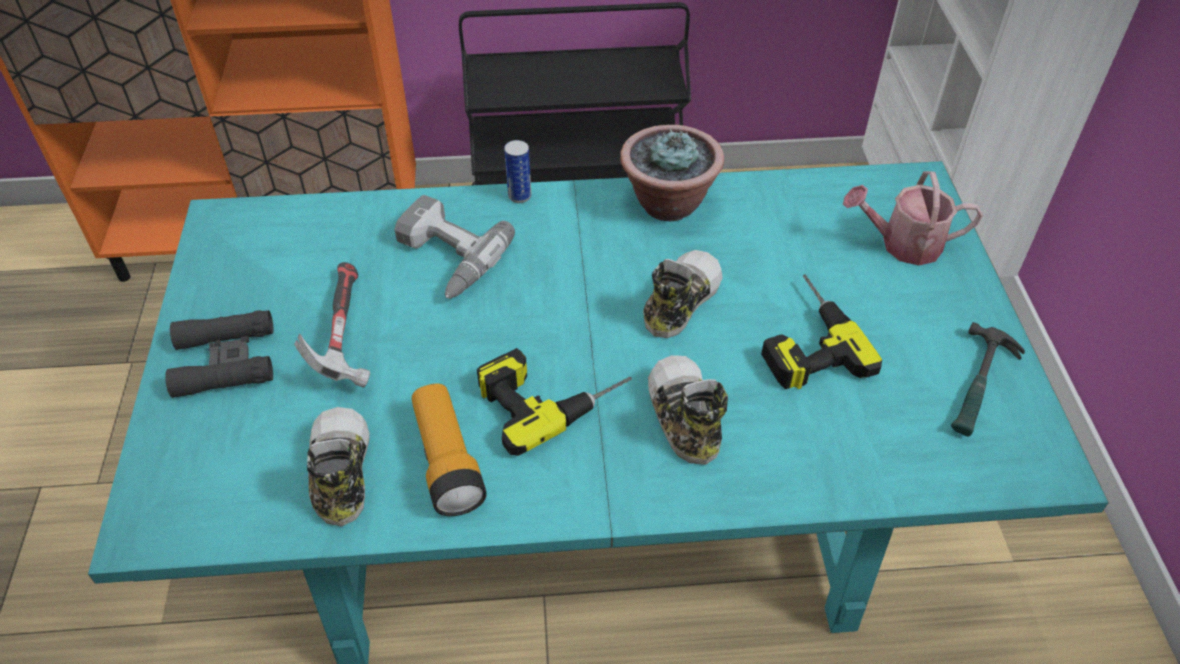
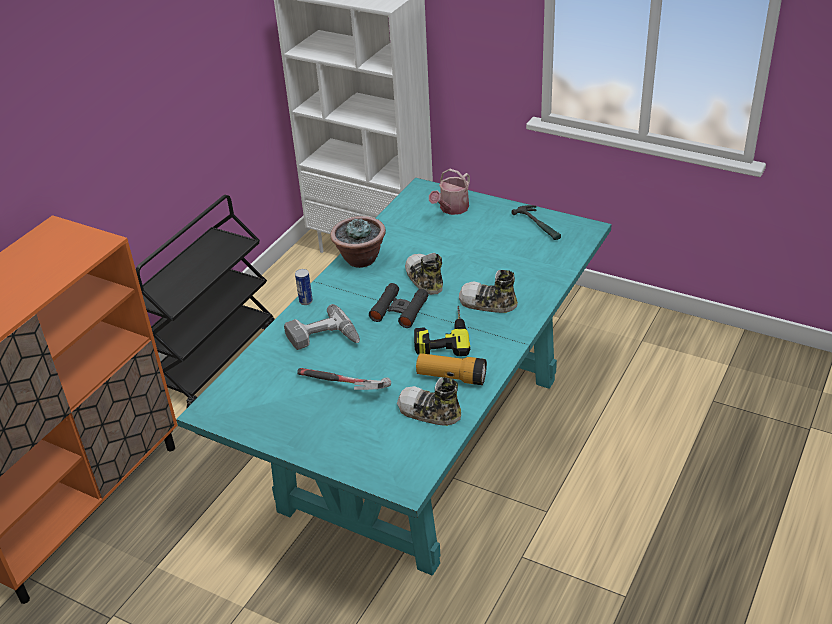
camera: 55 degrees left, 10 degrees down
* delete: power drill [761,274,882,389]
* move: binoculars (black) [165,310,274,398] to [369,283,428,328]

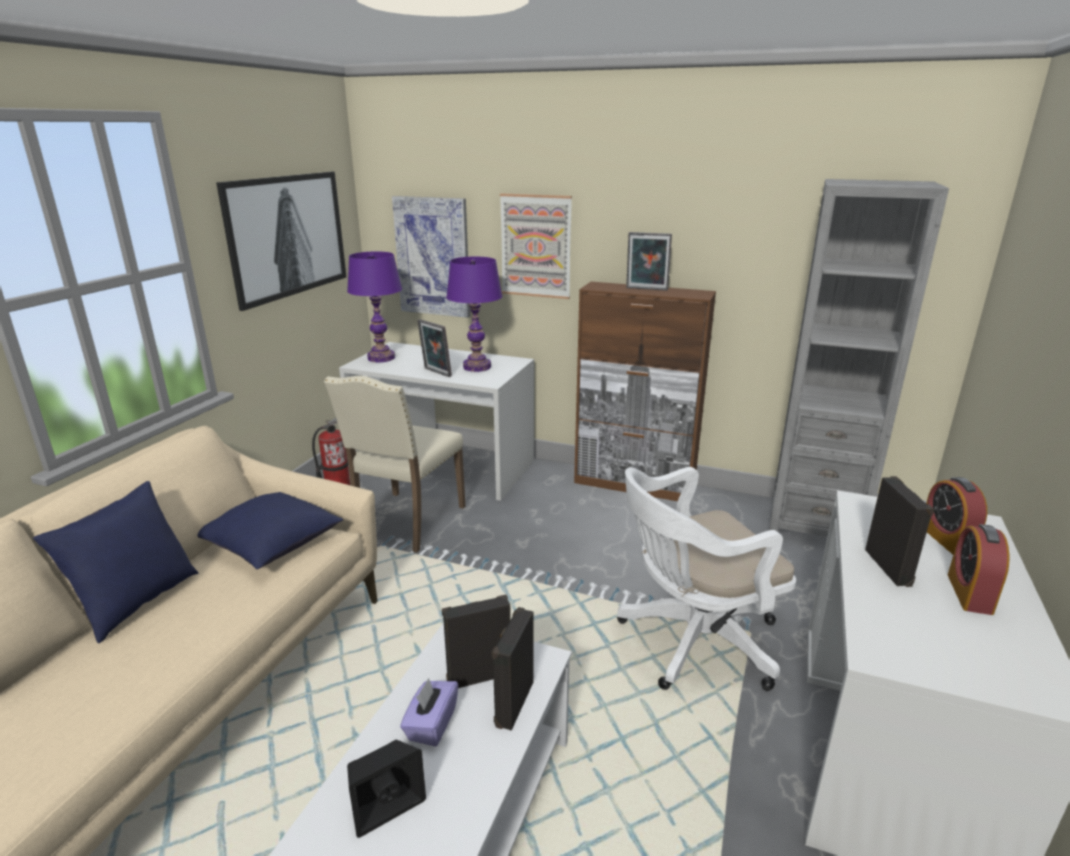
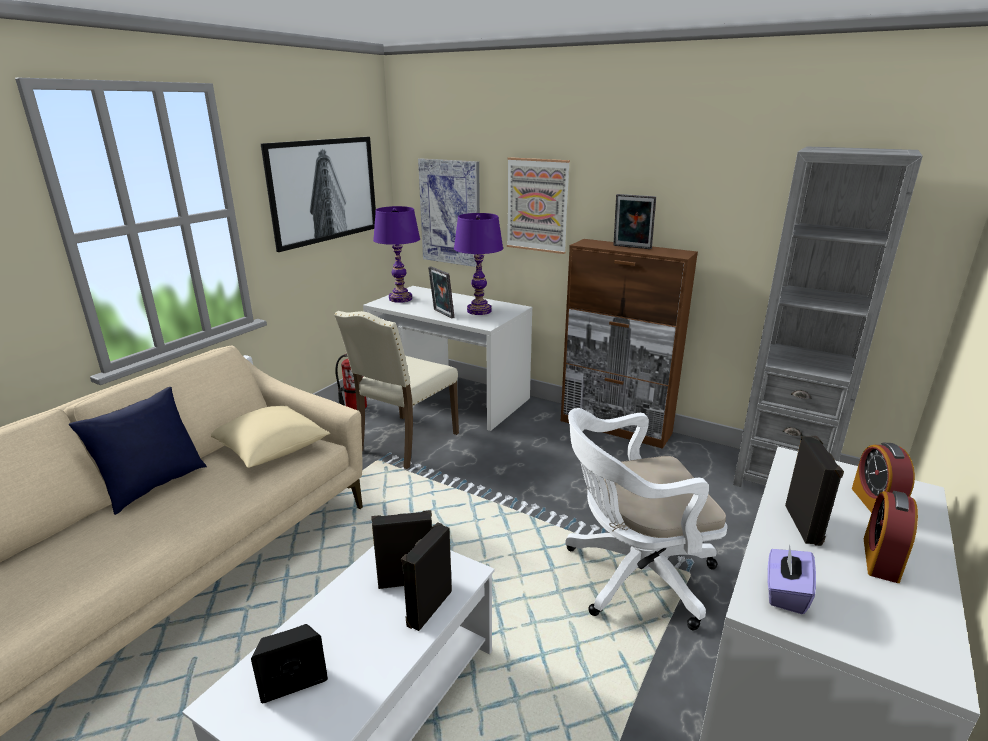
camera: 10 degrees right, 0 degrees up
* recolor: pillow (blue) [197,492,343,569] to pillow (beige) [211,406,330,468]
* move: tissue box (purple) [400,678,458,747] to [767,544,816,614]

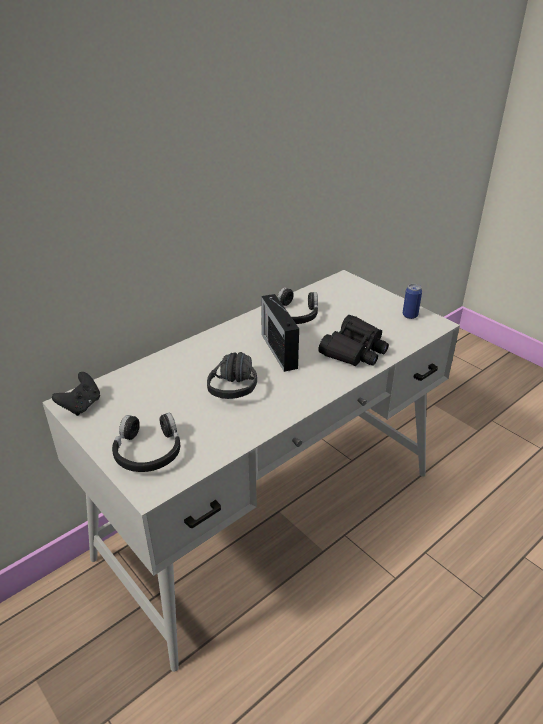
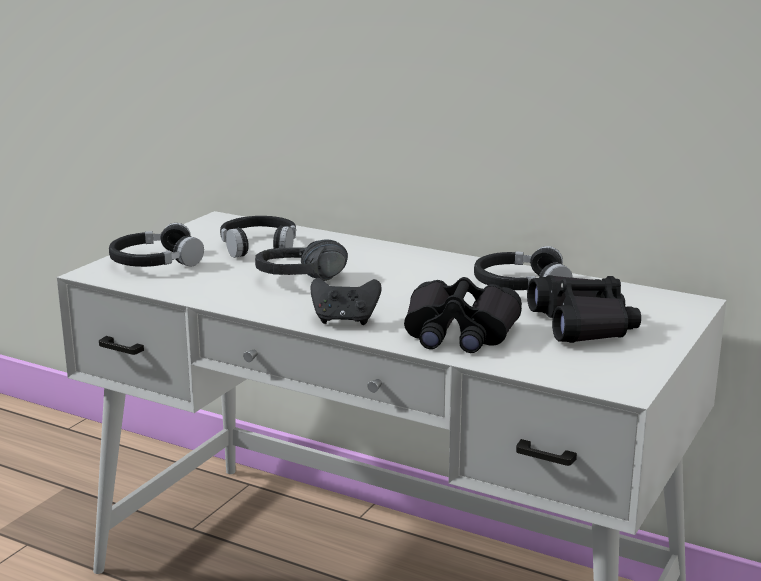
camera: 70 degrees right, 15 degrees down
* delete: can [403,284,422,319]
* delete: radio [261,294,299,372]
* move: game controller (black) [52,372,100,416] to [310,278,382,325]
* insert: headphones (black) [220,216,296,258]
* insert: binoculars (black) [527,275,641,343]

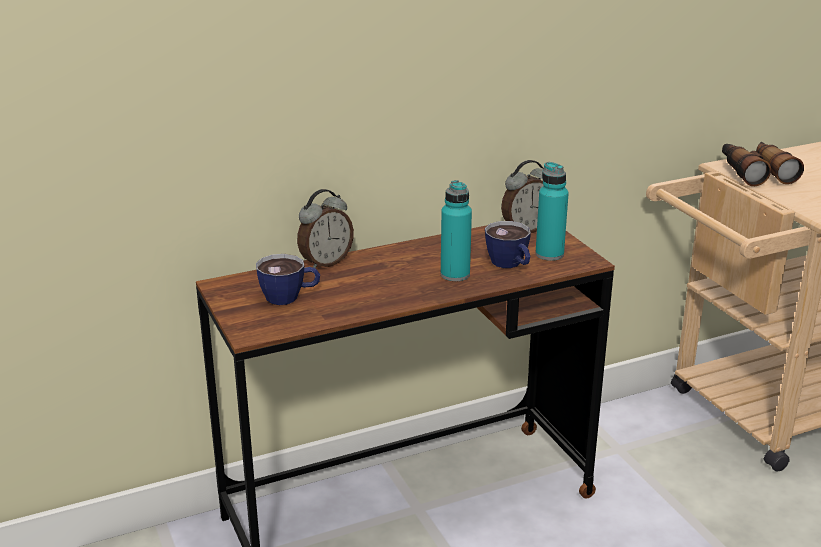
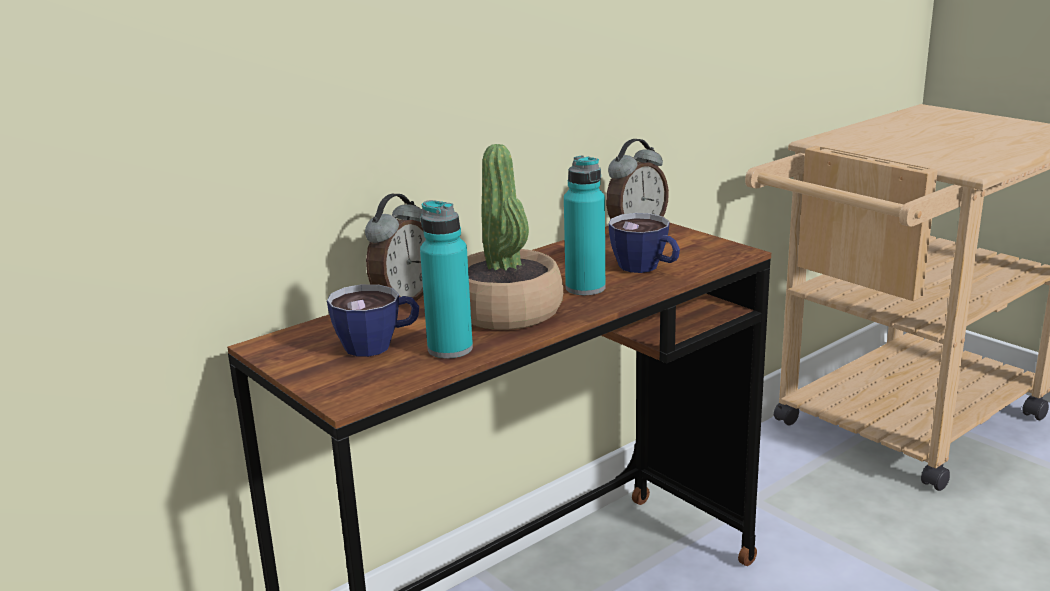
camera: 15 degrees left, 5 degrees down
* delete: binoculars [722,142,804,186]
* move: bottle (turquoise) [535,162,569,261] to [420,200,473,358]
* insert: potted plant [467,144,563,330]

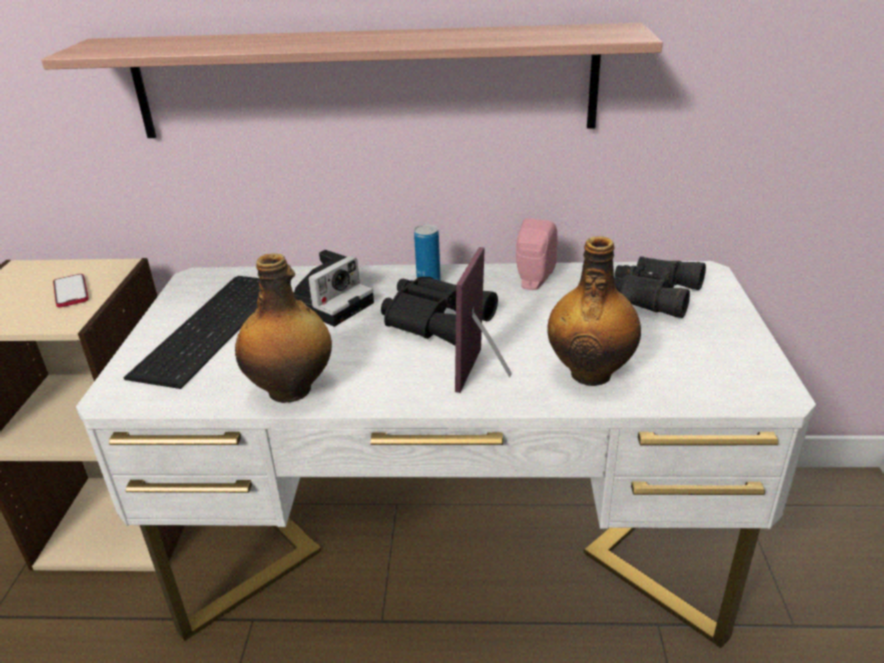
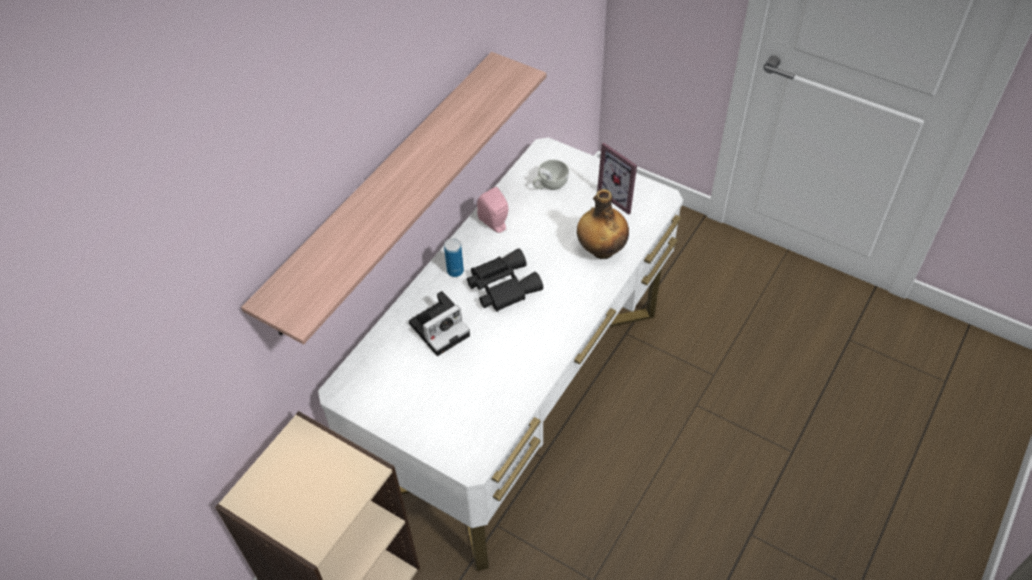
camera: 60 degrees left, 20 degrees up
* move: picture frame [455,247,512,393] to [597,143,637,215]
* rotate: photo camera [293,250,374,327] = [409,291,470,356] 75 degrees clockwise
* delete: bottle [235,253,332,403]
* replace: binoculars (black) [614,256,706,318] to cup (white) [533,160,569,190]
* delete: phone [53,274,89,307]
* delete: keyboard [124,276,260,389]

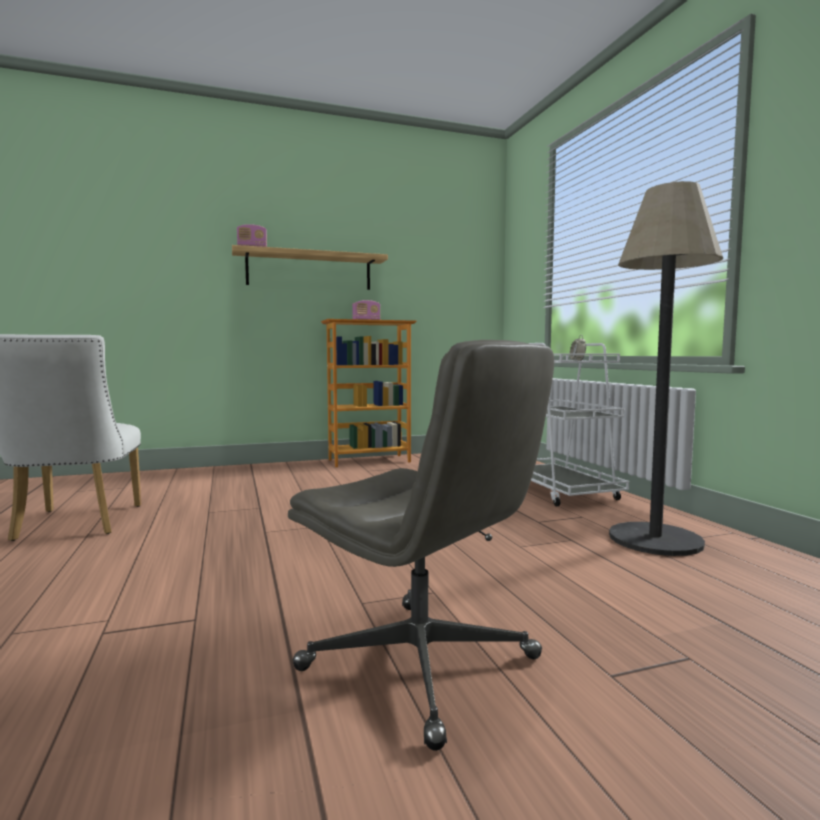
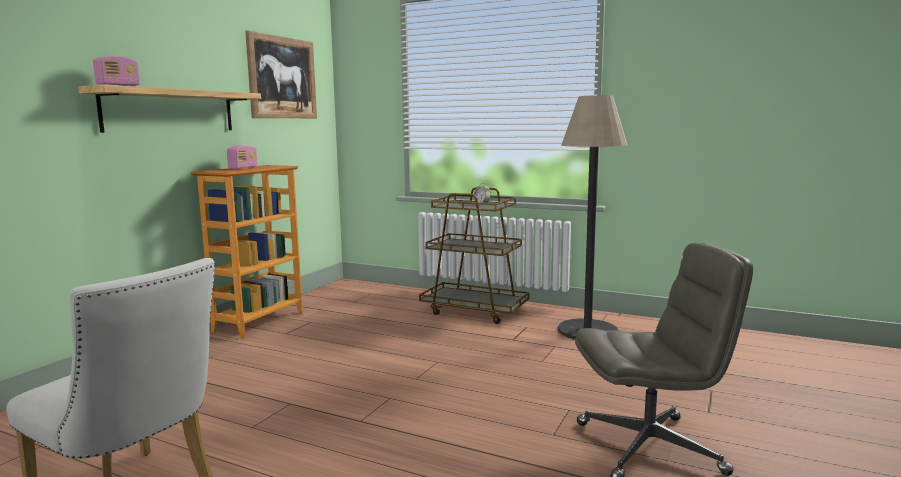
camera: 45 degrees left, 5 degrees up
* recolor: cart (white) [528,343,629,507] to cart (brown) [419,187,530,324]
* insert: picture [245,31,317,118]

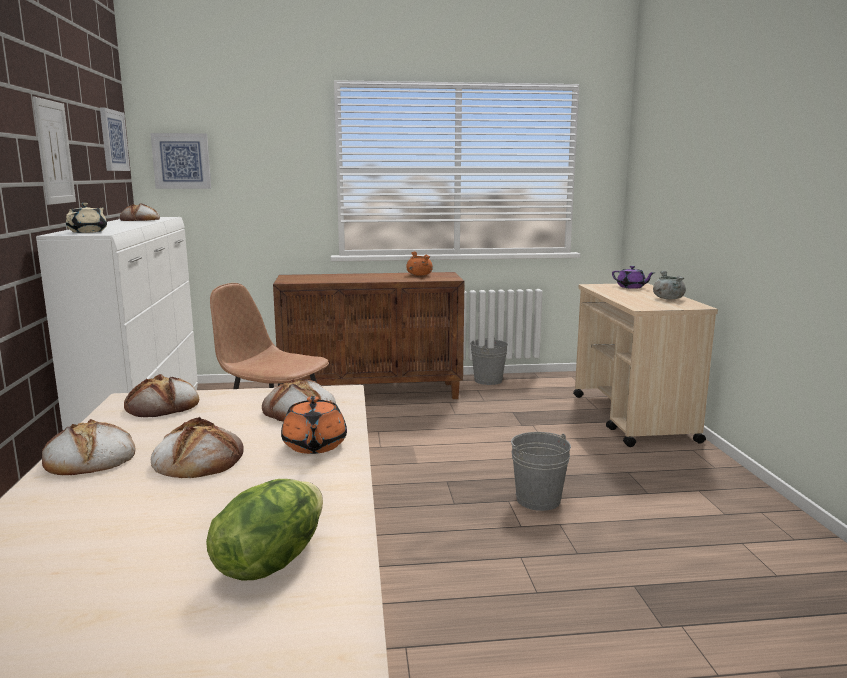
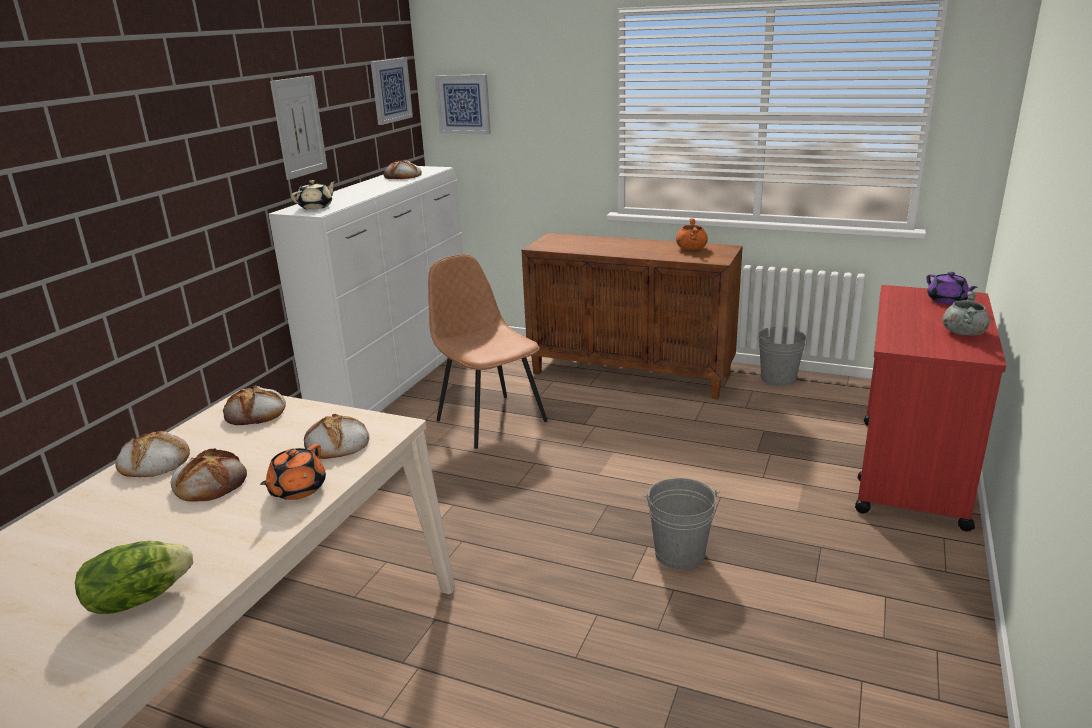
camera: 30 degrees right, 10 degrees up
* recolor: cart (beige) [573,283,718,447] to cart (red) [855,285,1006,531]

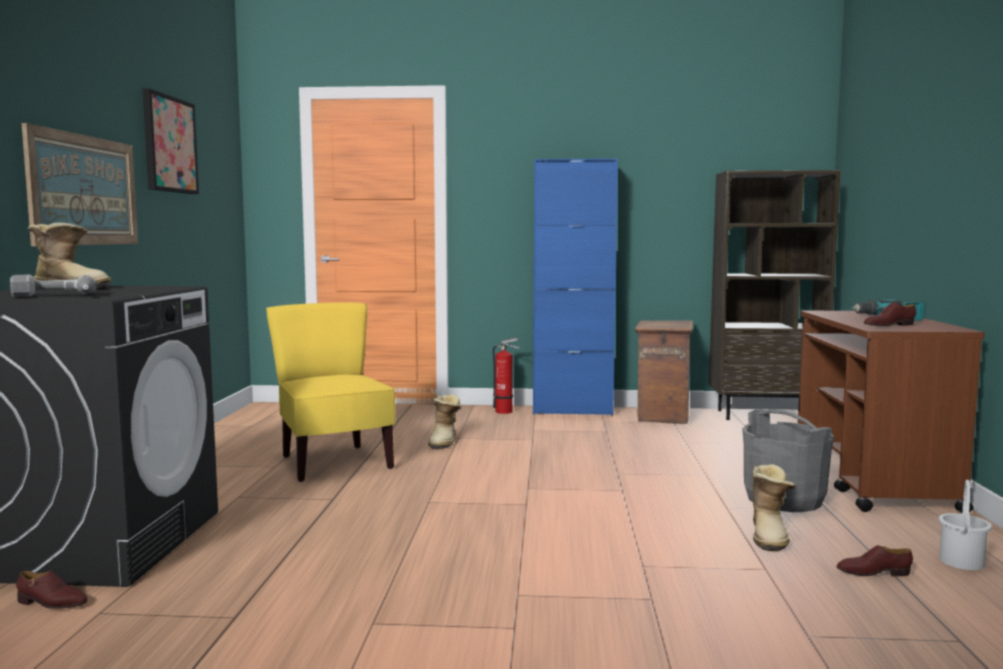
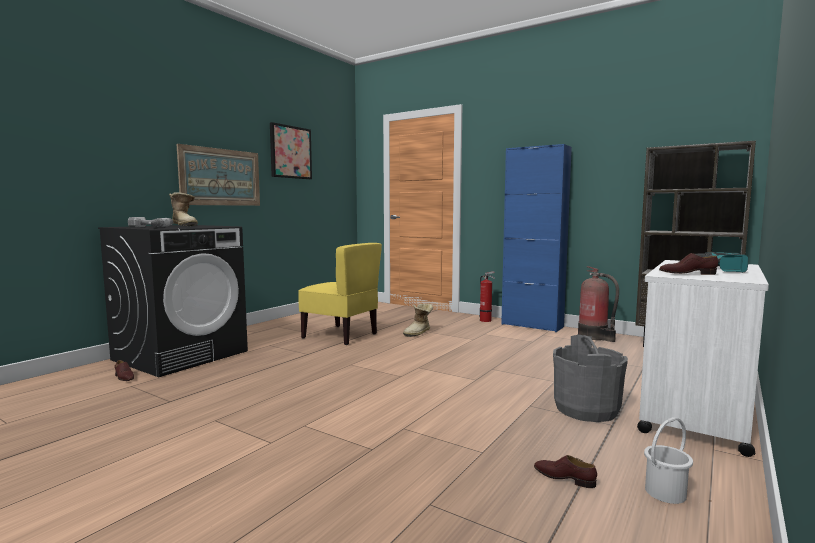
camera: 30 degrees right, 0 degrees up
* rotate: chair (yellow) [266,302,395,482] = [298,243,382,345] 120 degrees clockwise
* recolor: cart (brown) [798,310,985,513] to cart (white) [637,260,769,457]
* replace: crate [634,320,693,424] to fire extinguisher [578,266,619,342]
* delete: boot [752,464,796,552]

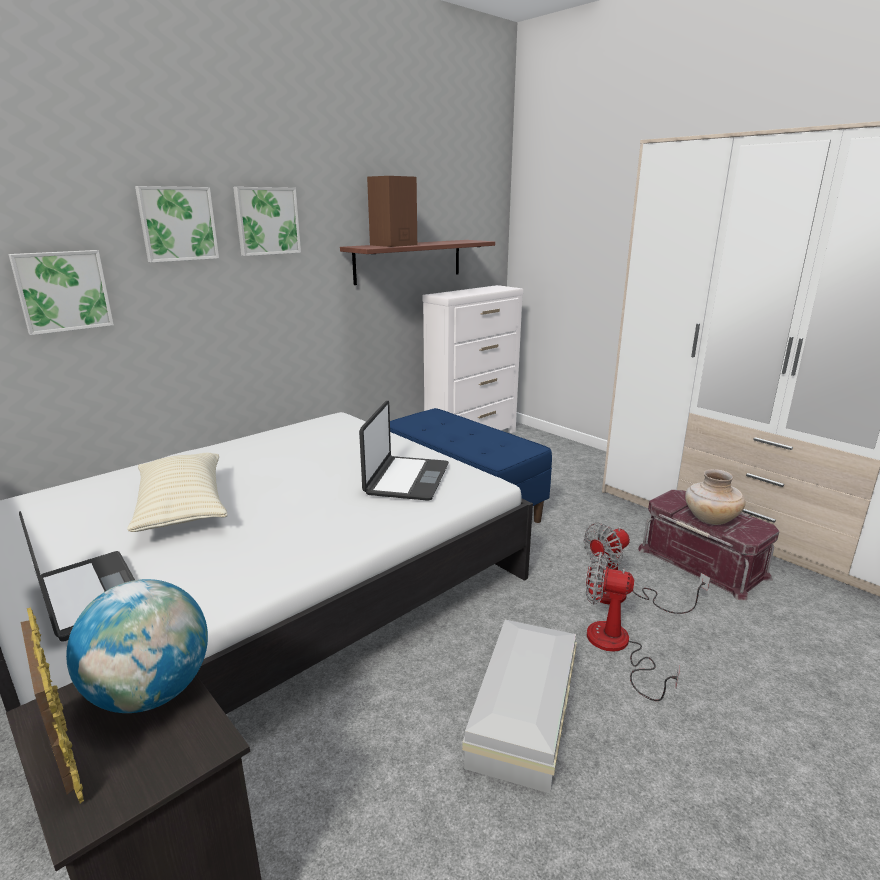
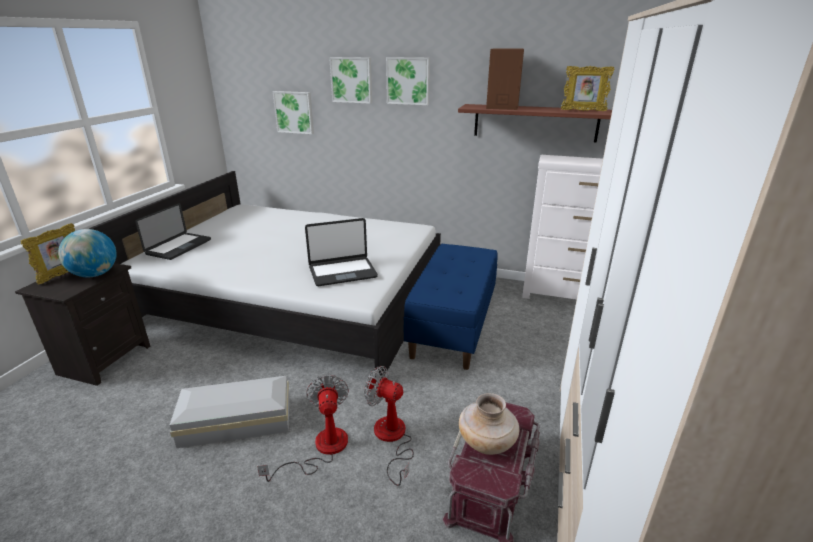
camera: 60 degrees right, 5 degrees up
* delete: pillow (beige) [127,453,228,532]
* insert: picture frame [561,66,615,111]

